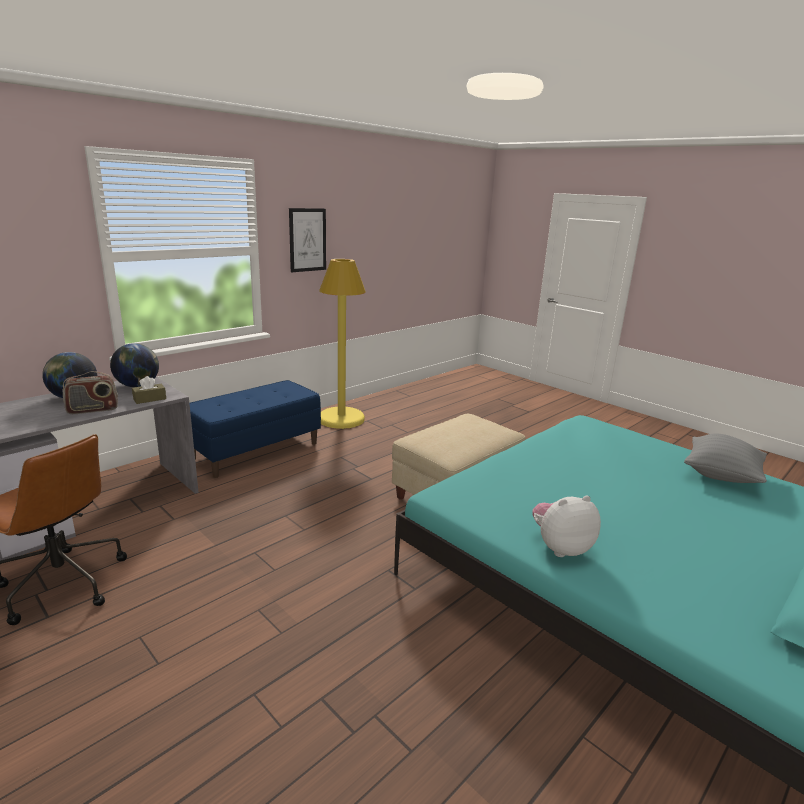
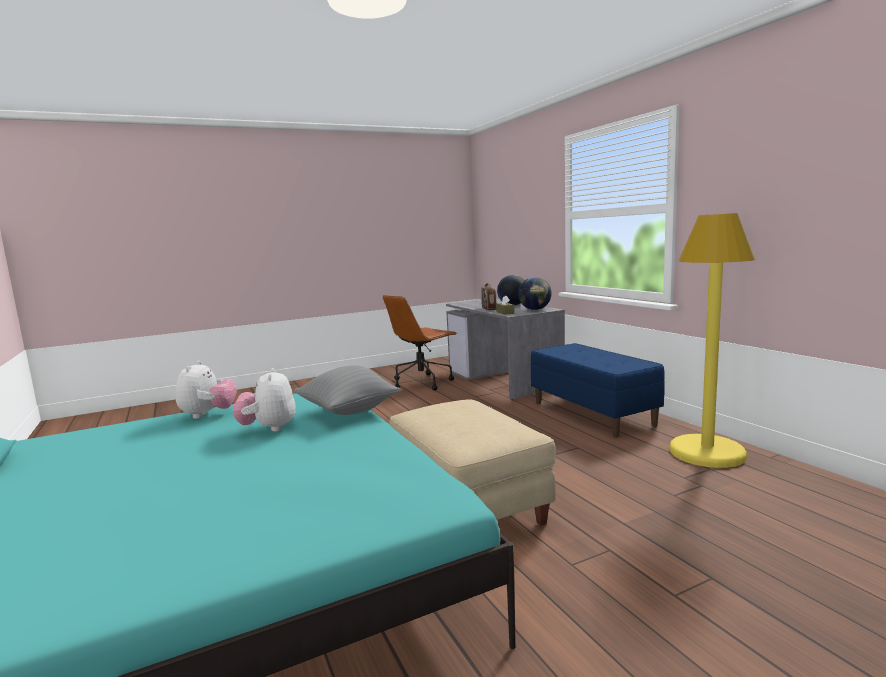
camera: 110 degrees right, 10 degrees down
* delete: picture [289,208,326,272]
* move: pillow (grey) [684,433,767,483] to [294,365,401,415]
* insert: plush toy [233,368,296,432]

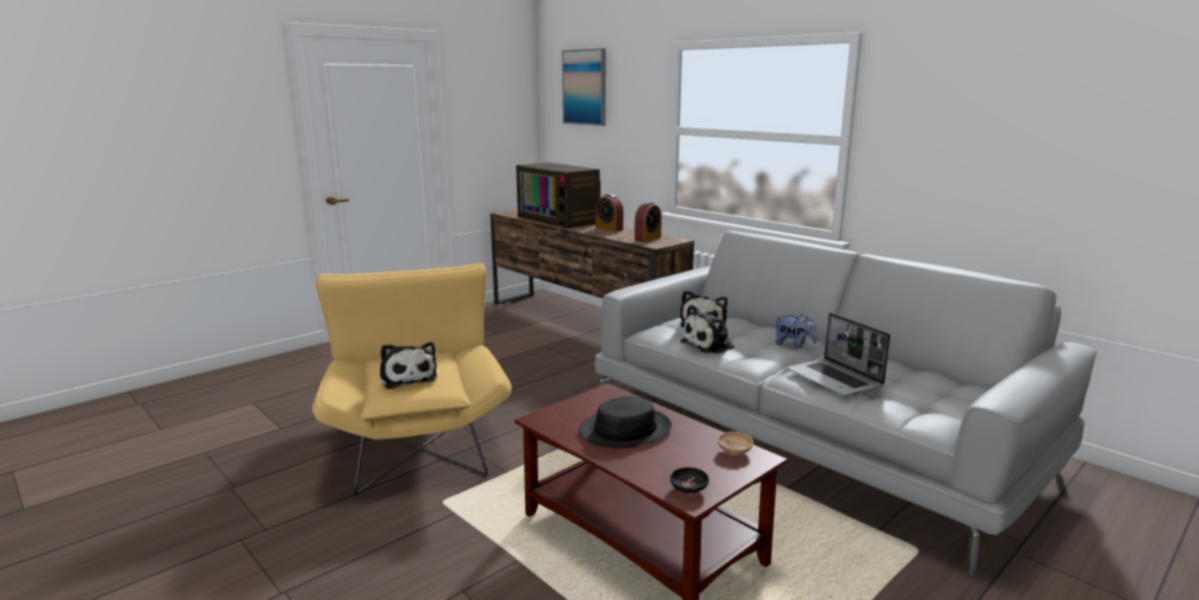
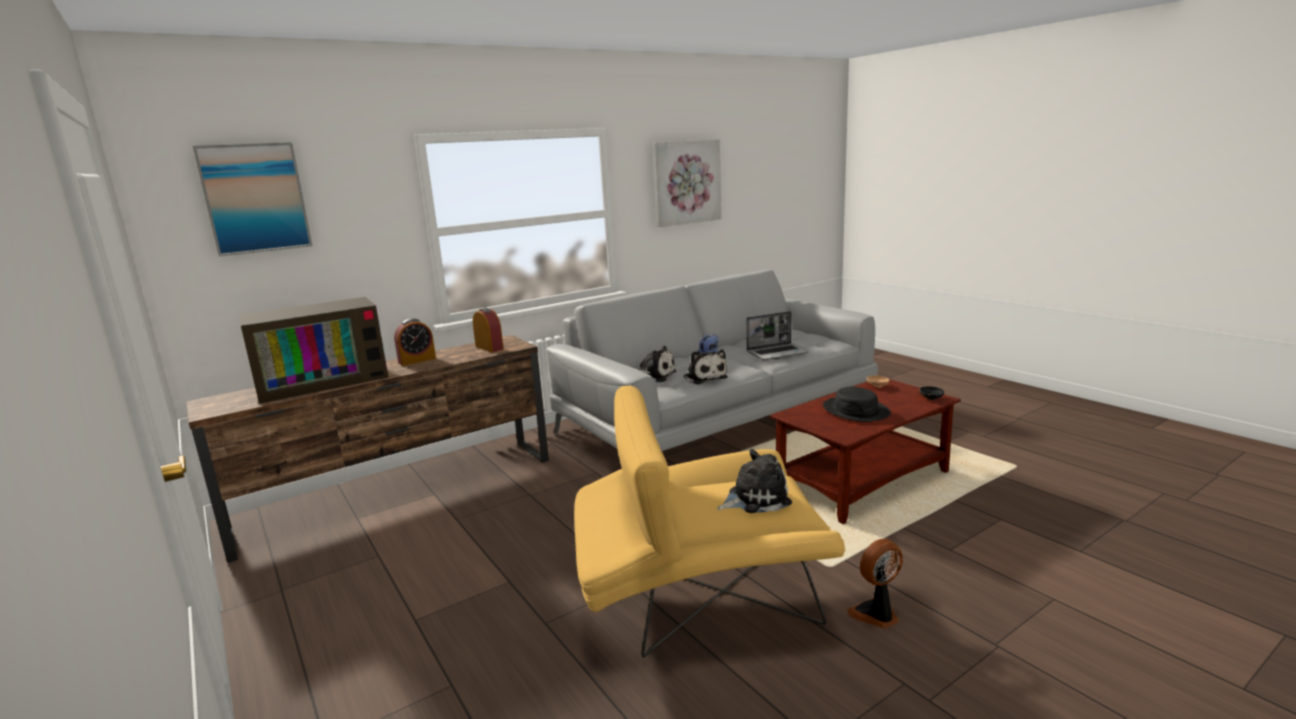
camera: 80 degrees left, 0 degrees up
* insert: picture [653,139,721,227]
* insert: fan [847,539,903,628]

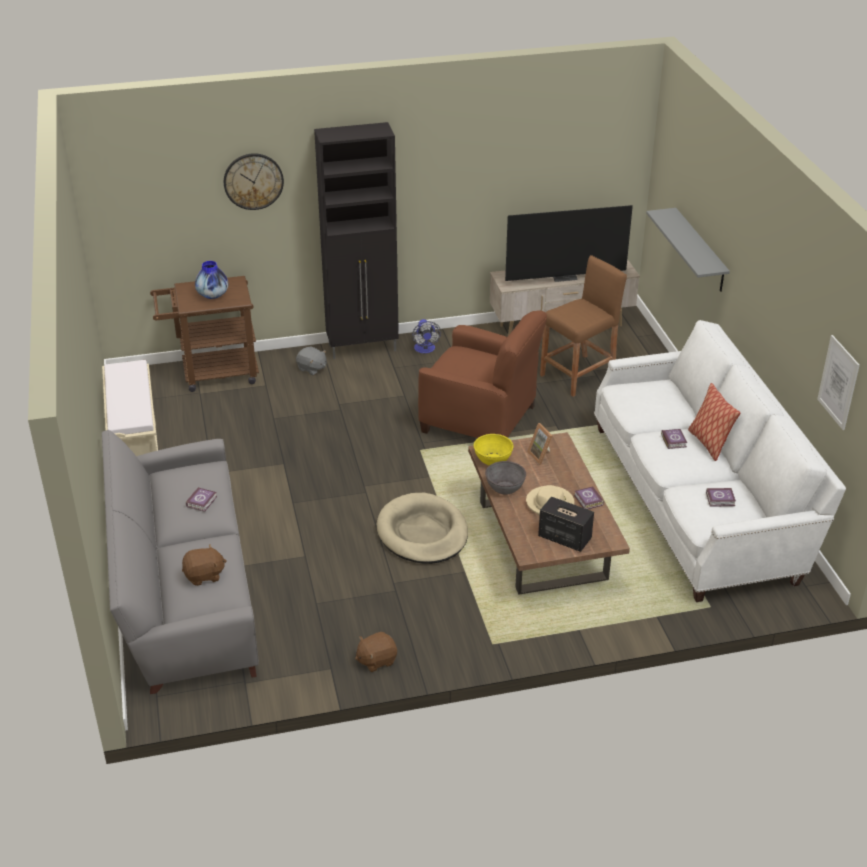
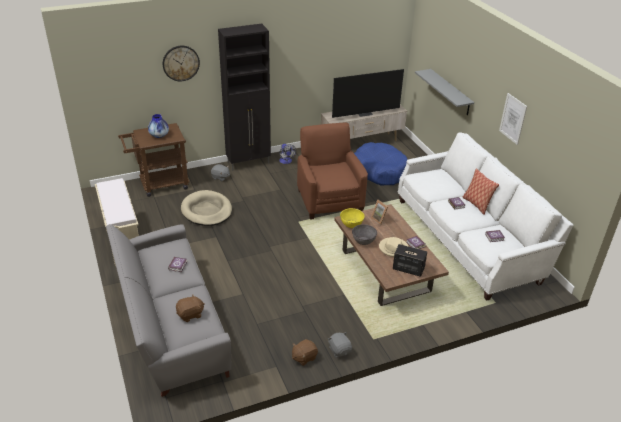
camera: 10 degrees left, 0 degrees up
* replace: stool (brown) [540,255,627,397] to dog bed (blue) [354,142,408,185]
* rotate: armchair (brown) [418,310,547,438] = [297,123,368,220] 120 degrees counterclockwise
* move: picture [817,335,860,430] to [499,93,527,145]
* move: dog bed (beige) [377,493,468,564] to [181,190,232,226]
* insert: plush toy (grey) [328,332,352,358]

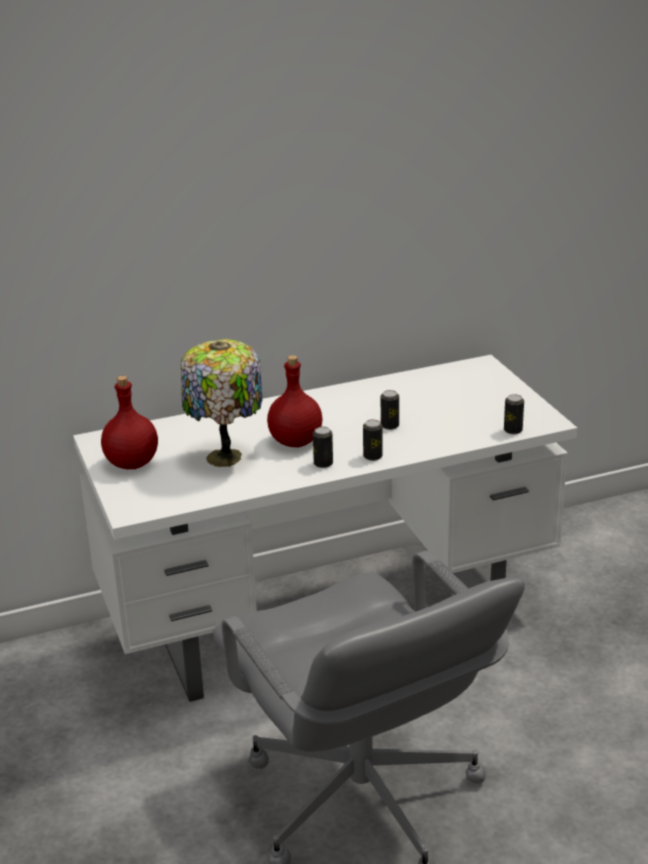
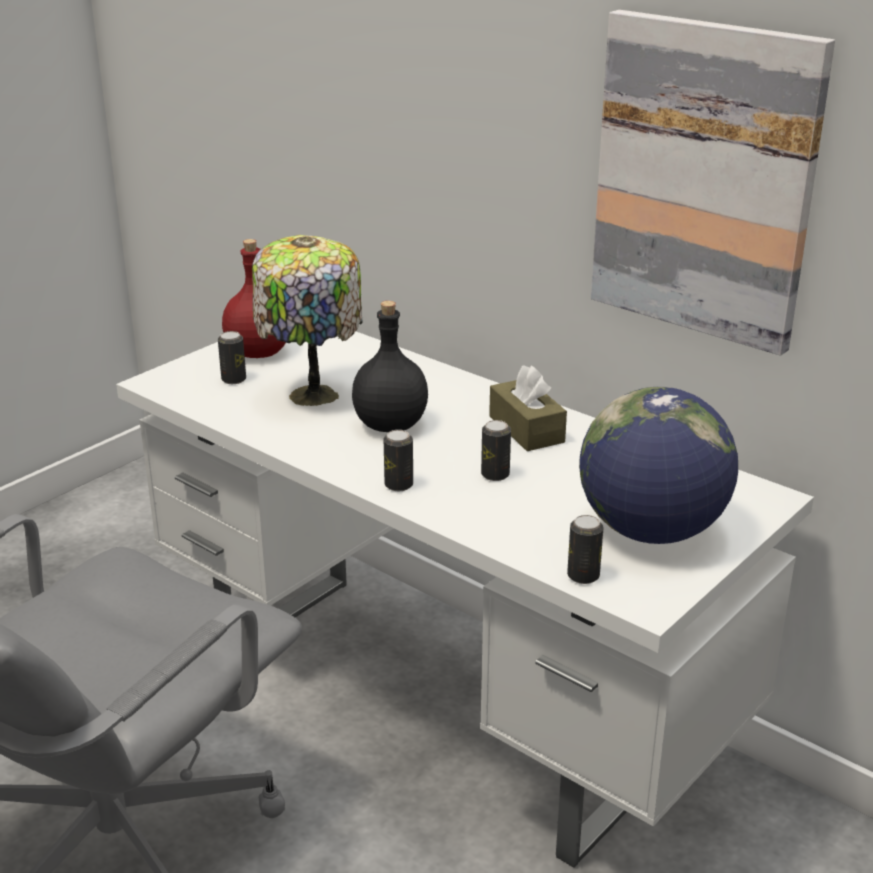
camera: 60 degrees right, 0 degrees up
* recolor: bottle (red) [267,355,322,447] to bottle (black) [352,301,428,432]
* move: can [313,427,333,468] to [218,331,246,384]
* insert: picture [591,10,835,356]
* insert: tissue box (brown) [489,365,567,451]
* insert: globe [579,387,738,544]

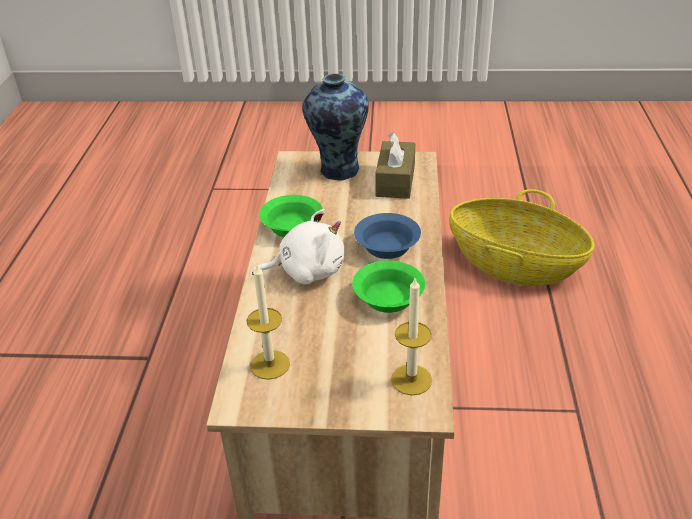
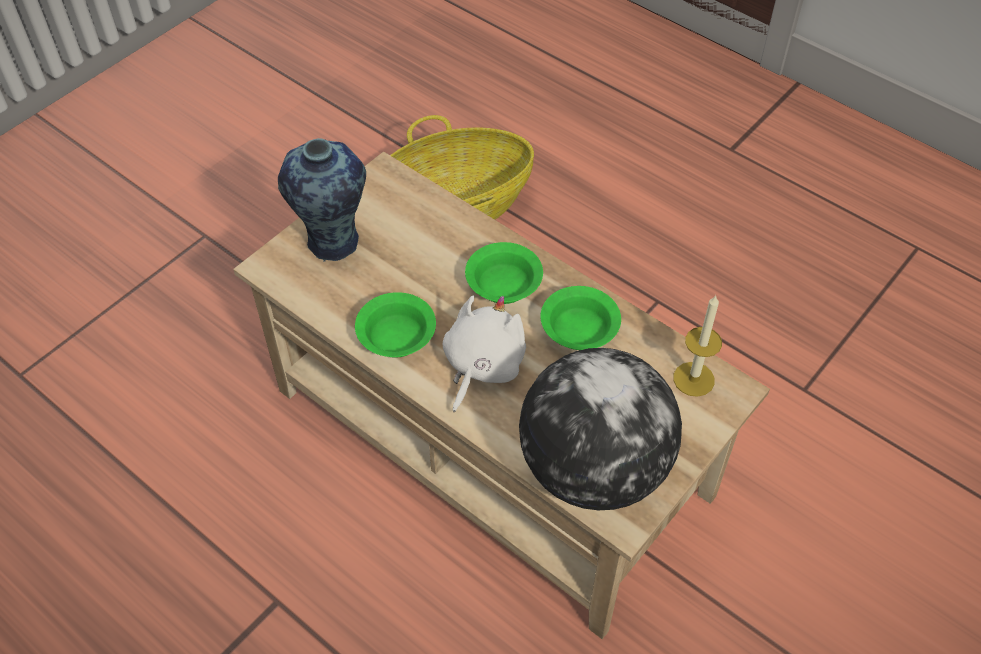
camera: 55 degrees left, 15 degrees up
* delete: tissue box (brown) [375,132,415,199]
* recolor: bowl (blue) [354,213,421,259] to bowl (green) [465,242,543,304]
* replace: candle [247,265,290,380] to globe [519,348,682,510]

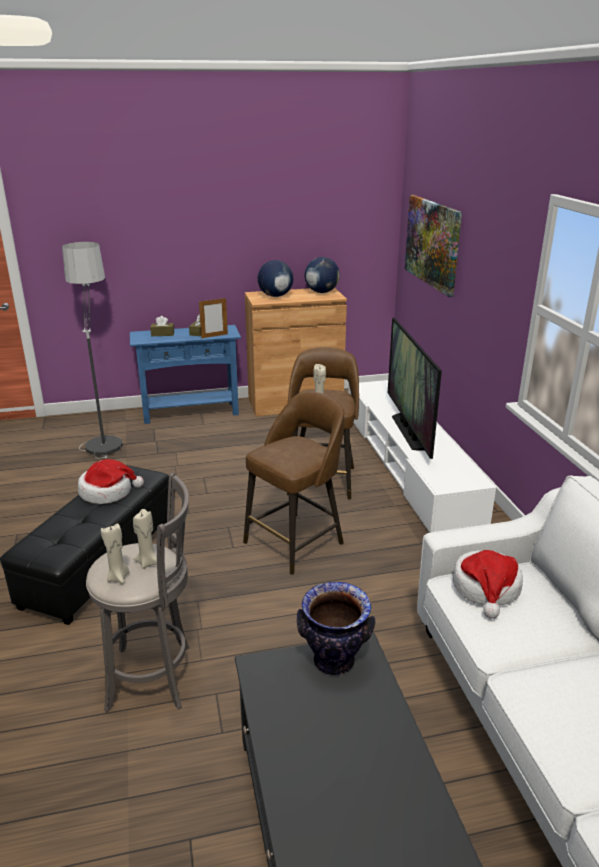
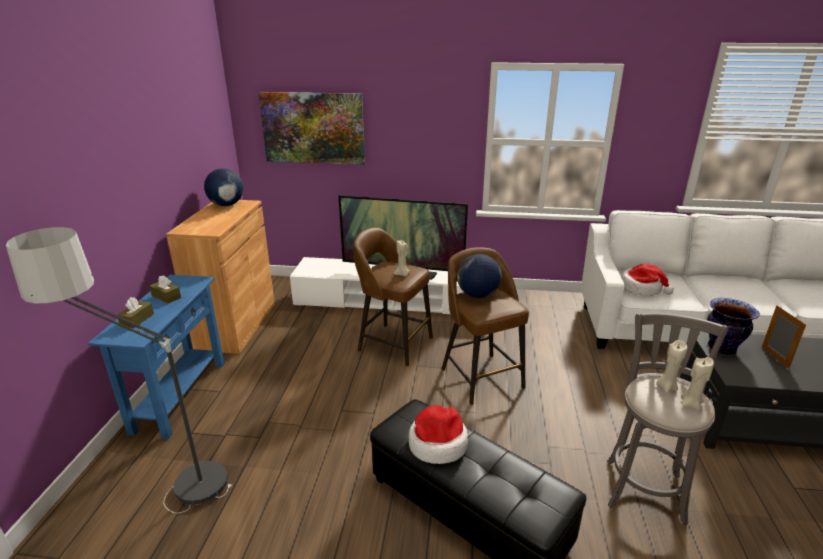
camera: 70 degrees left, 0 degrees up
* move: globe [258,260,294,297] to [457,254,502,298]
* move: picture frame [199,297,228,338] to [762,305,806,369]

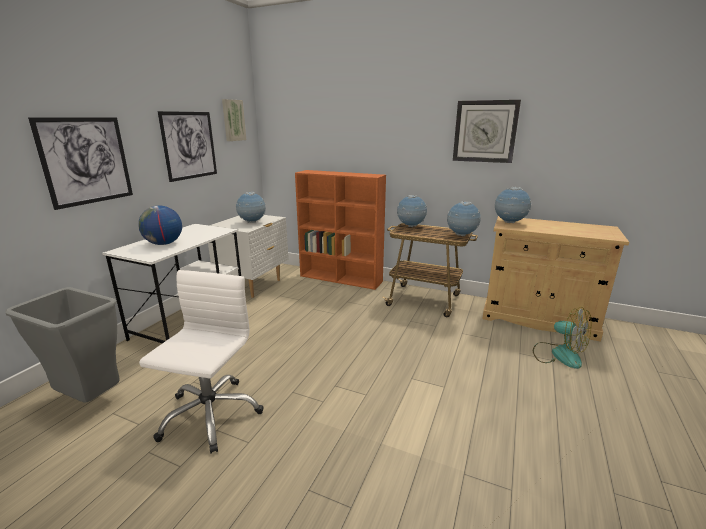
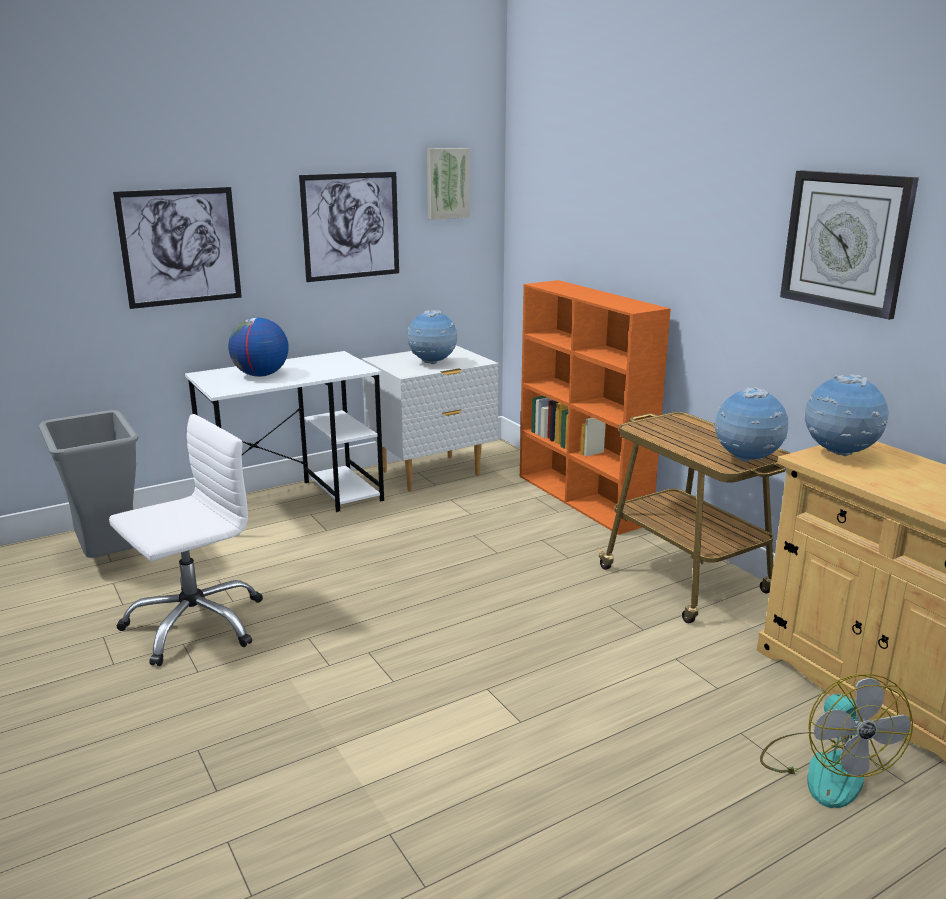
camera: 35 degrees right, 0 degrees up
* delete: globe [397,195,427,227]

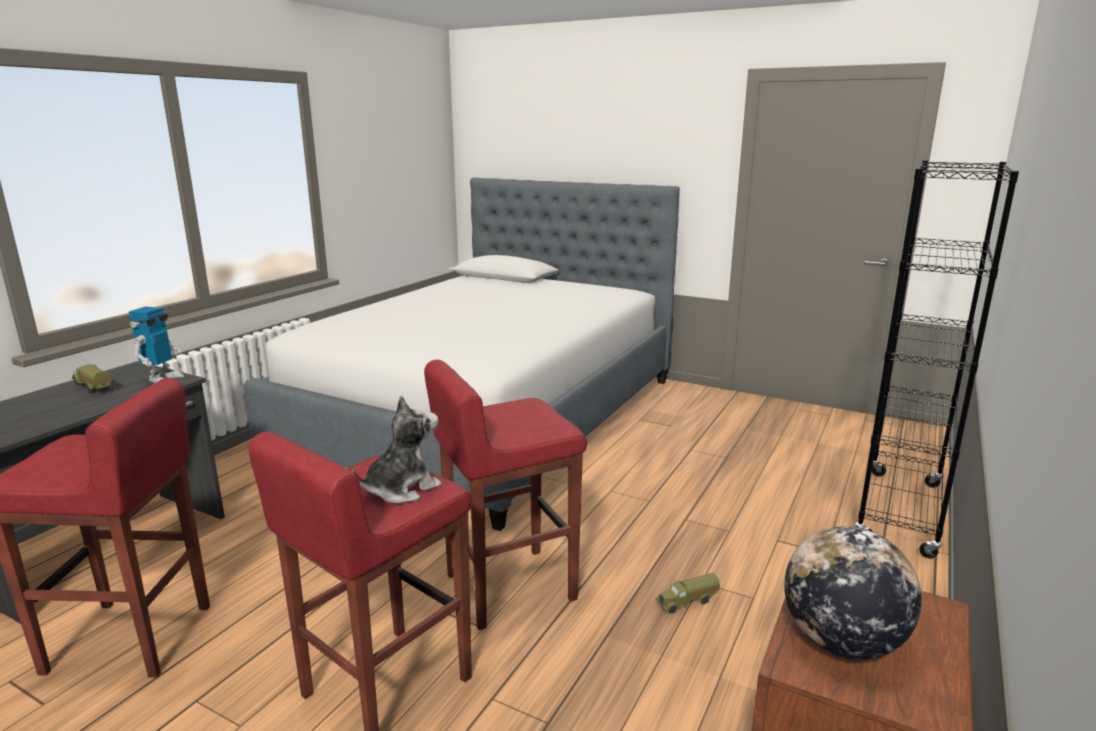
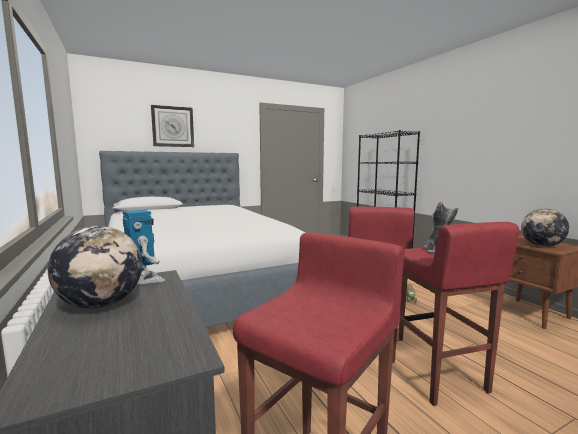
camera: 55 degrees left, 10 degrees down
* replace: toy truck [72,364,112,393] to globe [48,226,142,309]
* insert: wall clock [151,105,194,147]

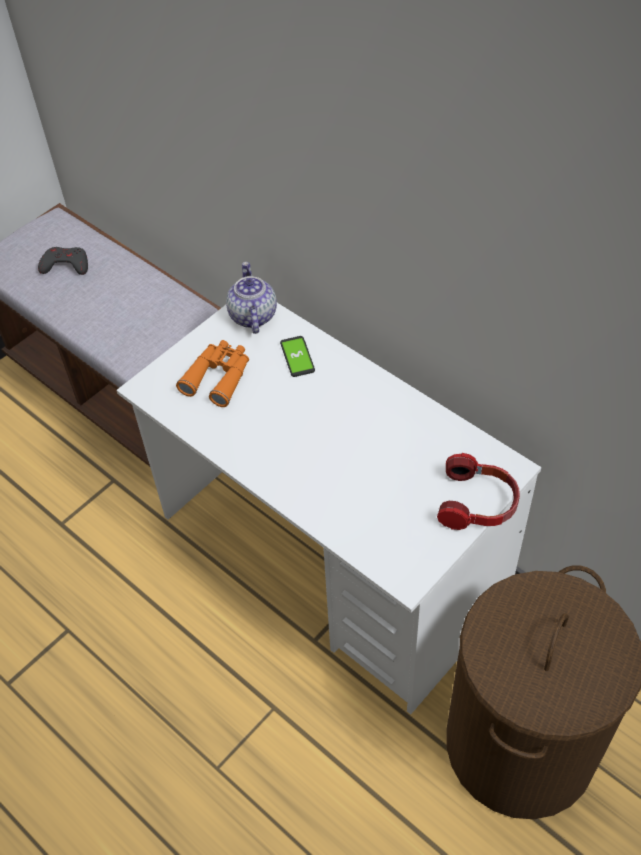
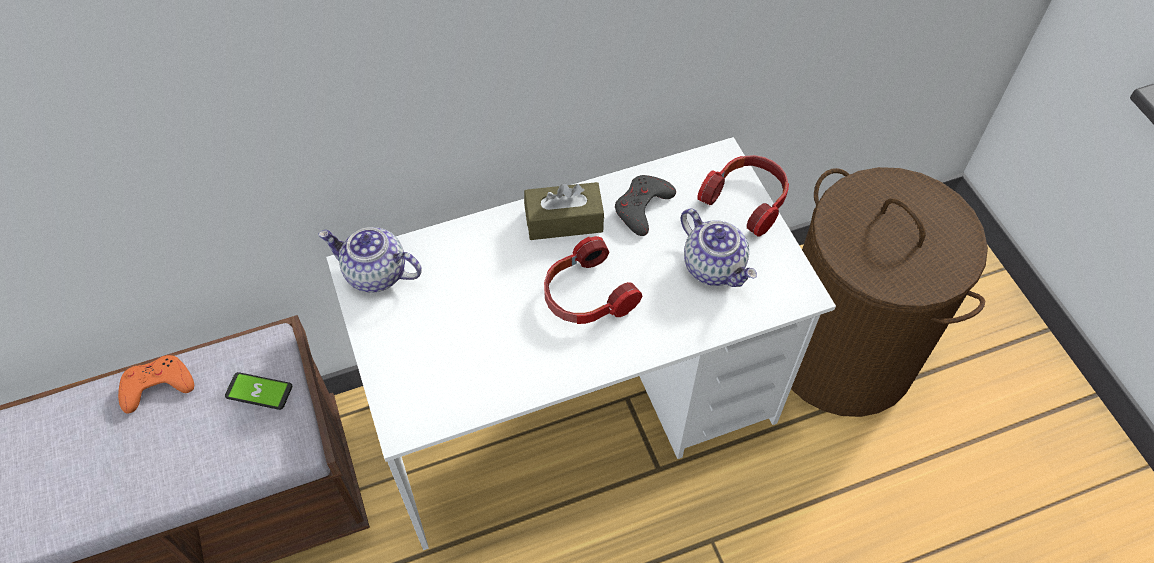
camera: 65 degrees left, 5 degrees up
* move: game controller (grey) [38,247,88,275] to [615,175,676,236]
* move: phone [280,336,315,377] to [225,372,292,410]
* delete: binoculars (orange) [176,340,249,407]
* insert: tissue box (brown) [524,182,604,240]
* insert: teapot [681,208,757,287]
* insert: headphones [544,236,642,324]
* insert: game controller (orange) [118,355,194,413]

